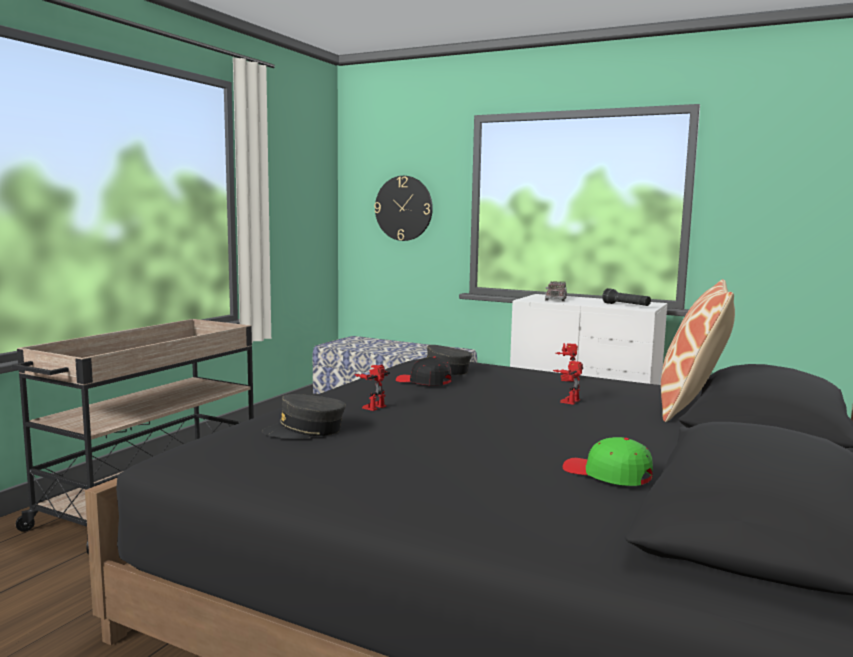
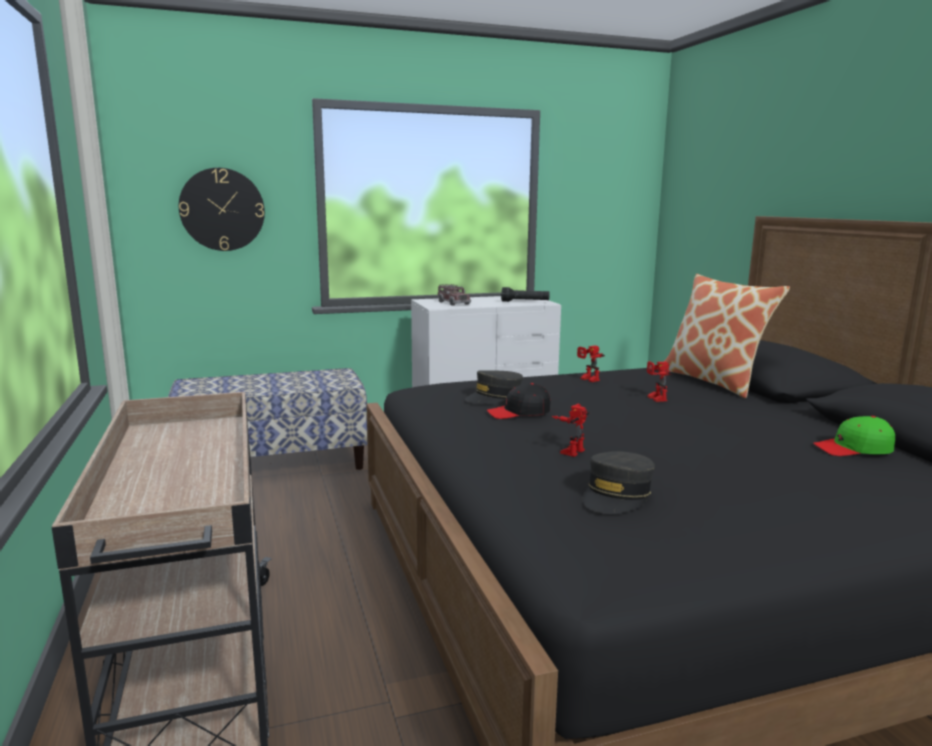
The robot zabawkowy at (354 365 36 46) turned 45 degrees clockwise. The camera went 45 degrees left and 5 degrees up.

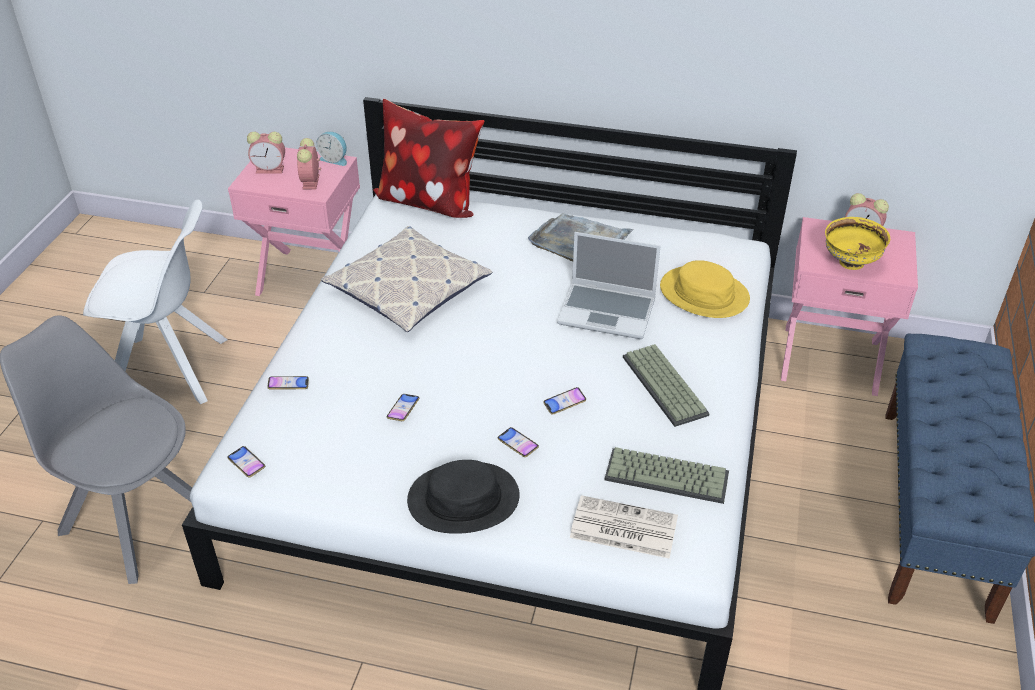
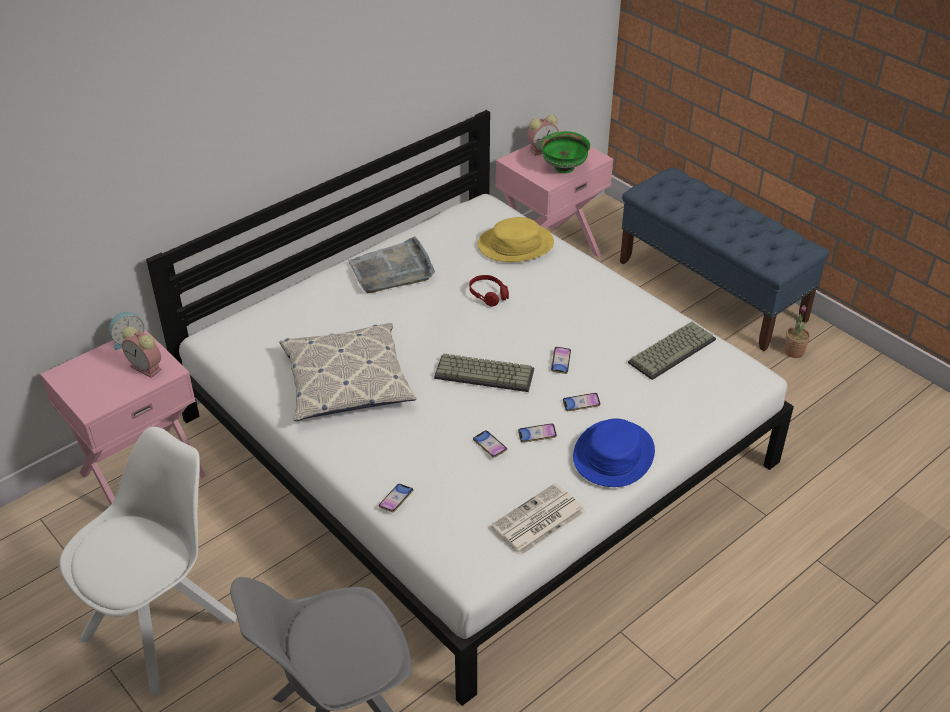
The budzik at (247 132 38 42) disappeared. The poduszka at (373 99 112 119) disappeared. The roślina doniczkowa at (785 305 25 53) appeared. The telefon moved from (228 446 37 31) to (518 423 39 20). The gazeta moved from (570 495 108 64) to (491 483 94 73). The klawiatura moved from (623 344 87 83) to (434 353 100 39). The laptop at (557 232 104 107) was replaced by the słuchawki [czerwony] at (469 275 40 32). The kapelusz [czarny] at (407 460 113 74) became the kapelusz [niebieski] at (573 418 82 69). The miska [żółty] at (825 217 65 53) became the miska [zielony] at (541 131 49 42). The camera went 55 degrees left and 0 degrees up.

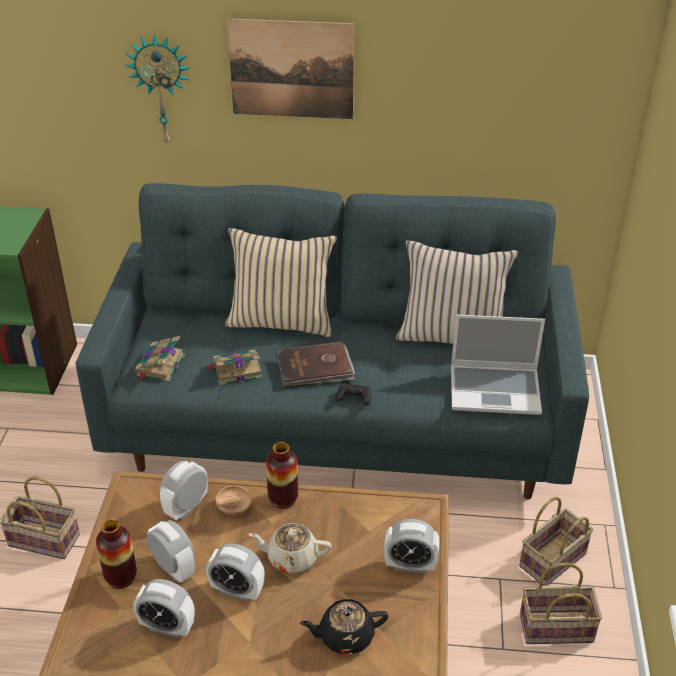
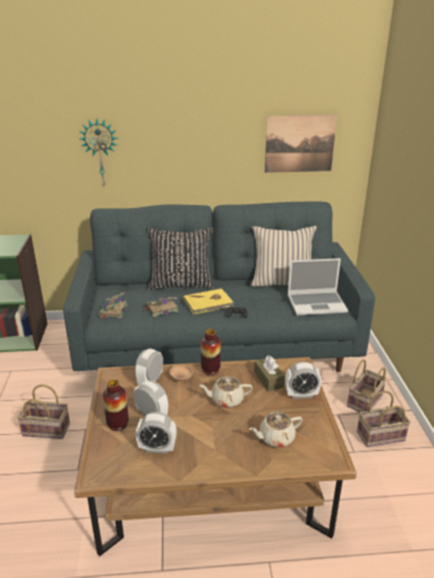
The budzik at (206 543 59 59) disappeared. The pudełko chusteczek [brązowy] at (254 355 31 36) appeared. The obraz moved from (227 19 127 100) to (265 115 72 58). The poduszka [beżowy] at (225 228 112 109) became the poduszka [czarny] at (147 227 66 63). The książka [brązowy] at (276 341 79 47) became the książka [żółty] at (184 288 50 26). The imbryk [czarny] at (300 599 88 55) became the imbryk [beżowy] at (249 412 53 35). The camera went 10 degrees left and 10 degrees down.

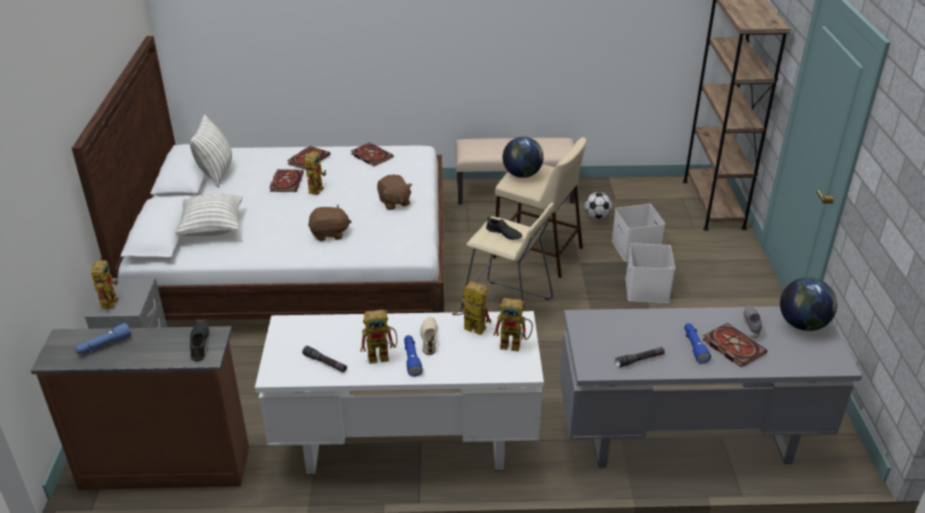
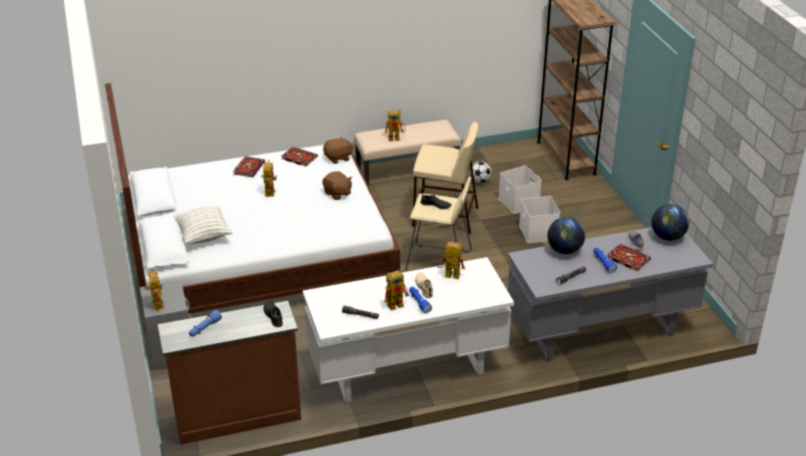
The poduszka at (190 114 42 74) disappeared. The książka at (269 169 35 23) disappeared. The pluszak [brązowy] moved from (308 204 44 37) to (323 136 30 28). The robot zabawkowy moved from (494 298 39 53) to (385 110 20 31). The globus moved from (503 137 41 41) to (547 217 38 37). The camera went 15 degrees left and 0 degrees up.

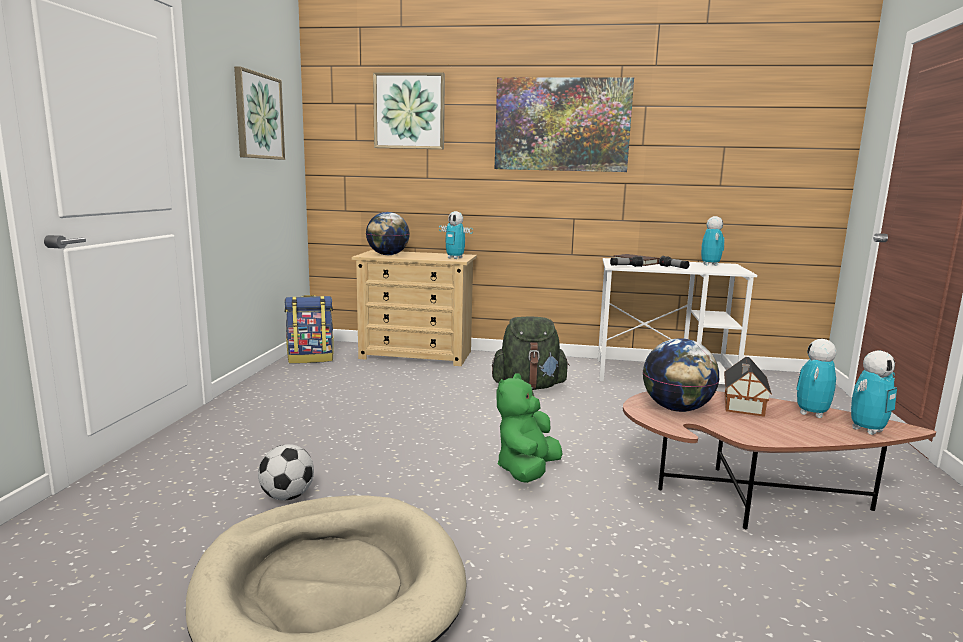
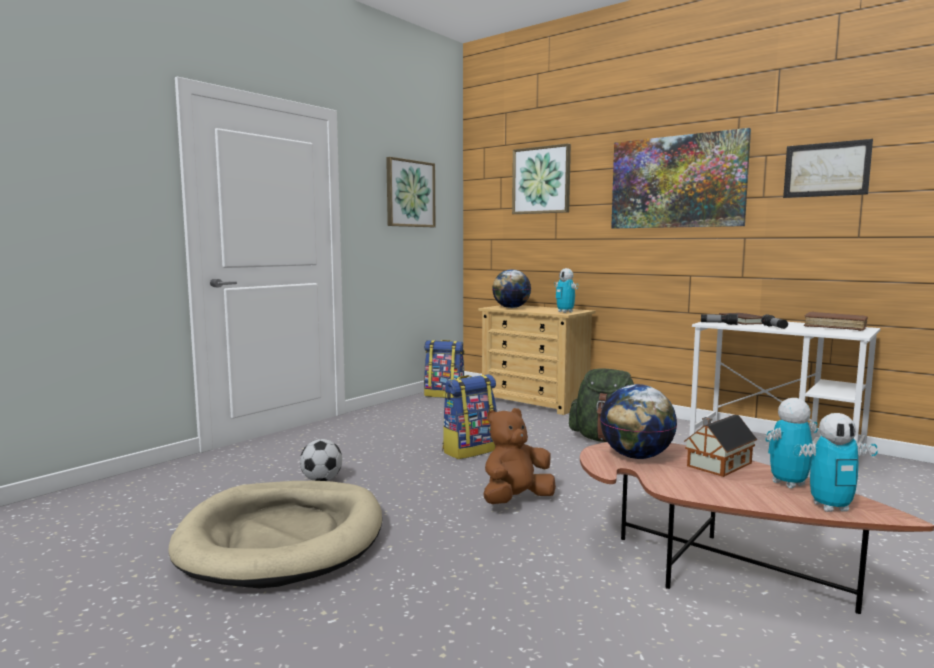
The plecak at (442 374 55 85) appeared. The obraz at (783 139 90 59) appeared. The robot zabawkowy at (701 216 24 50) was replaced by the książka [brązowy] at (804 312 64 19). The pluszak [zielony] at (496 373 66 110) became the pluszak [brązowy] at (483 408 73 96). The camera went 30 degrees right and 5 degrees down.

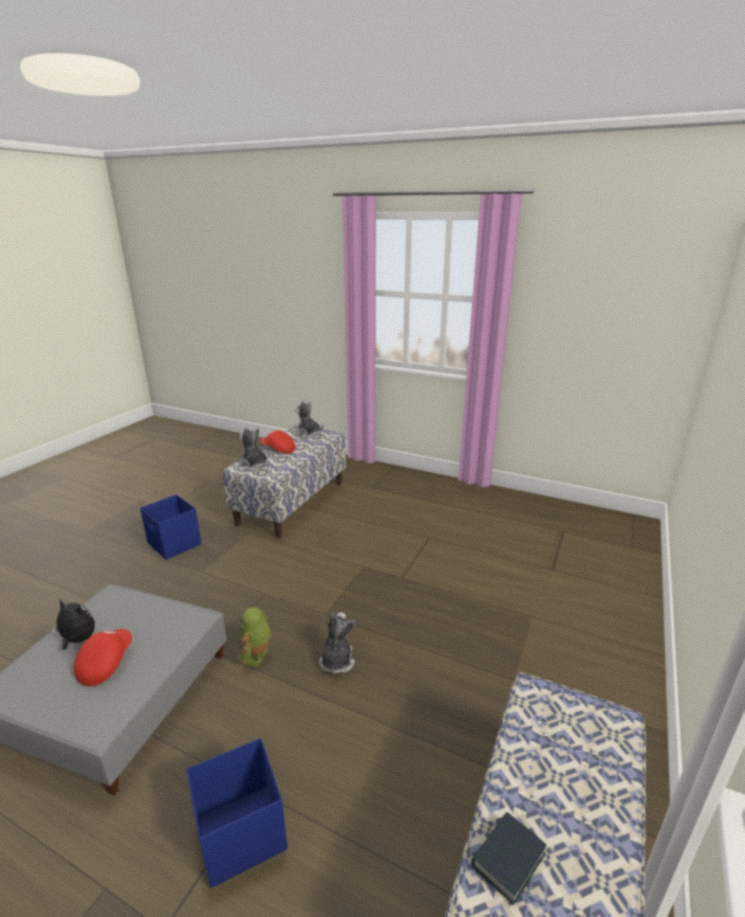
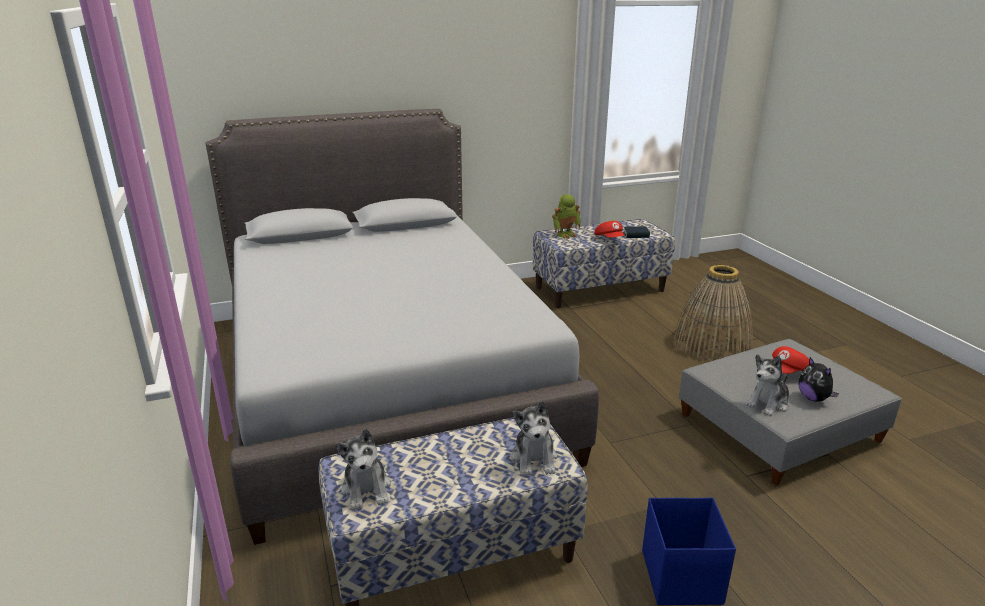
The łóżko [szary] at (205 109 394 436) appeared. The robot zabawkowy moved from (239 607 32 60) to (552 194 29 45). The czapka z daszkiem [czerwony] moved from (261 430 34 24) to (594 221 31 17). The pluszak moved from (319 612 36 62) to (746 354 43 62). The pojemnik do przechowywania [niebieski] at (186 738 102 150) was replaced by the koszyk at (674 265 79 96). The camera went 135 degrees left and 0 degrees up.

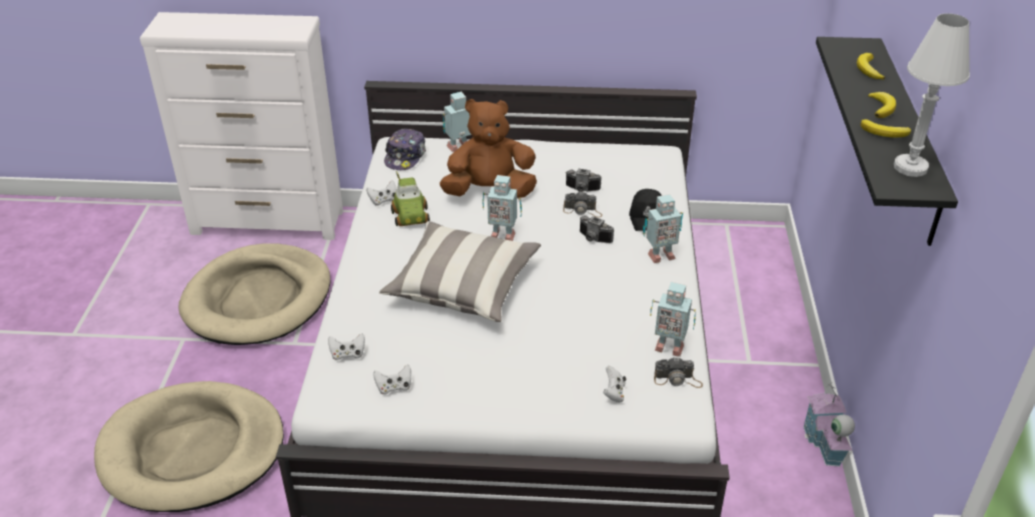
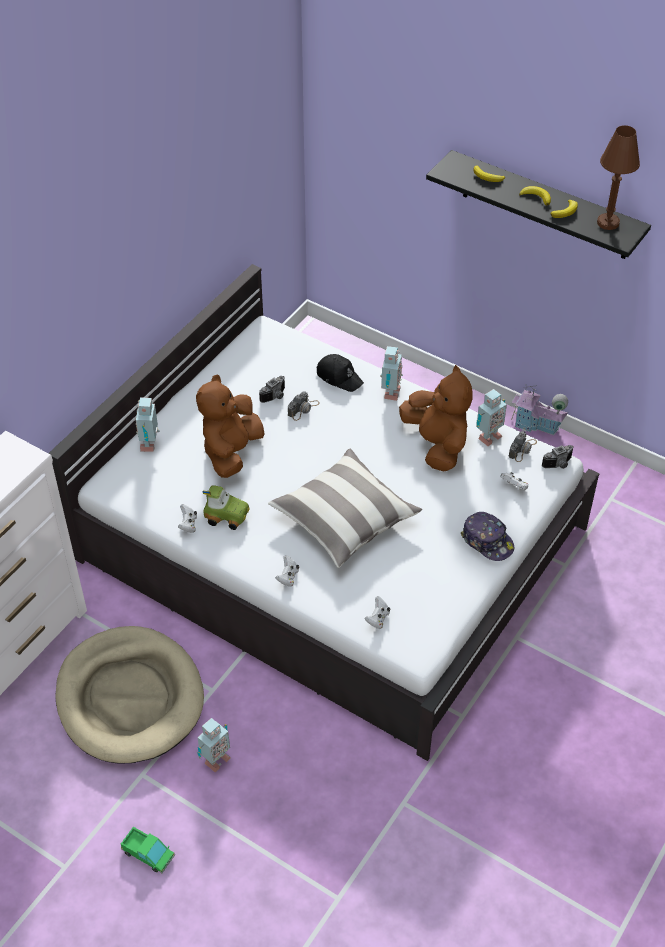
The legowisko [beżowy] at (94 381 190 131) disappeared. The ciężarówka zabawkowa at (121 827 54 46) appeared. The pluszak [brązowy] at (399 365 73 106) appeared. The pad do gier [biały] moved from (373 365 38 30) to (276 555 23 32). The czapka z daszkiem moved from (384 129 42 41) to (460 512 54 49). The robot zabawkowy moved from (482 175 40 66) to (197 718 34 54). The aparat fotograficzny moved from (580 216 34 27) to (542 445 32 24). The lampa stołowa [biały] at (894 13 76 164) became the lampa stołowa [brązowy] at (597 125 43 105). The camera went 60 degrees left and 10 degrees up.

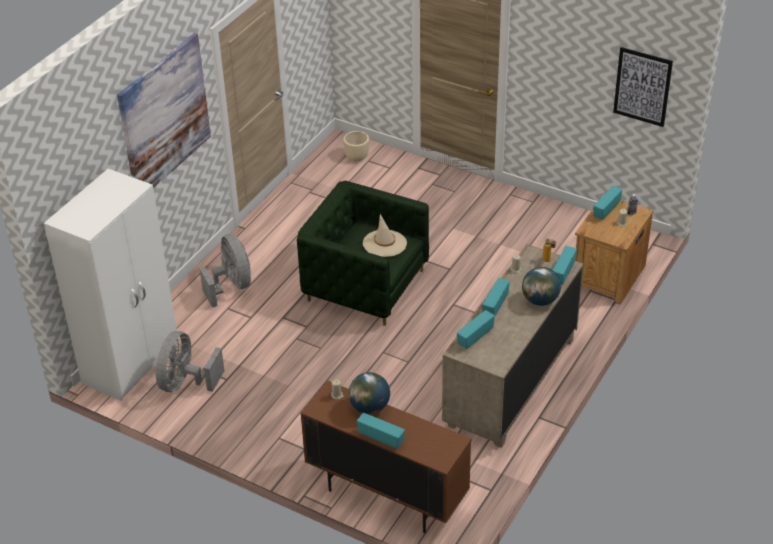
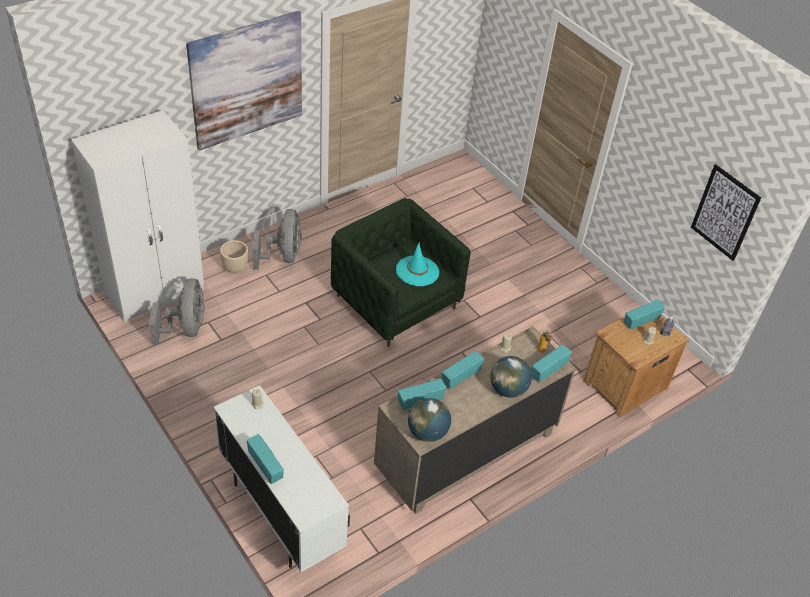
The donica [beżowy] moved from (343 131 26 31) to (220 240 28 33). The globus moved from (348 372 42 42) to (408 398 43 44). The szafka [brązowy] at (300 380 171 153) became the szafka [biały] at (214 385 136 187). The kapelusz [beżowy] at (363 214 44 43) became the kapelusz [turkusowy] at (396 243 43 43). The wentylator [szary] at (156 331 69 61) turned 135 degrees clockwise. The camera went 20 degrees right and 5 degrees up.

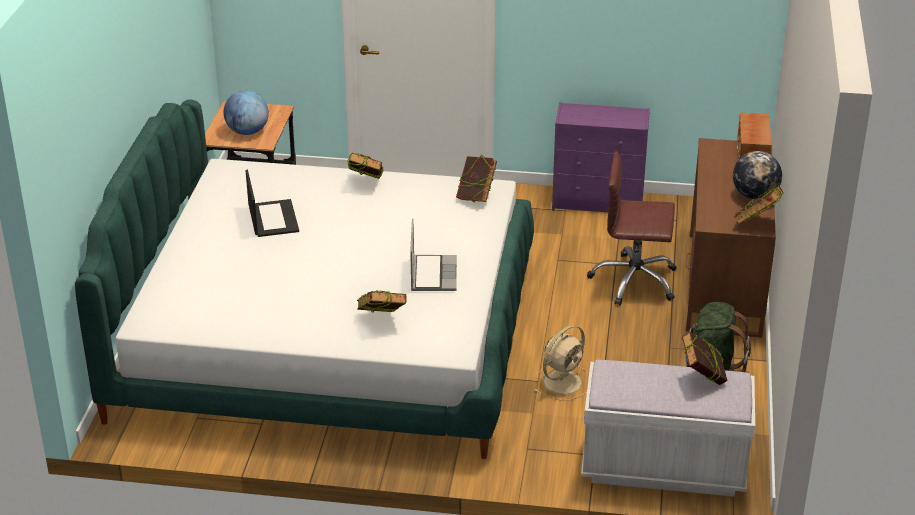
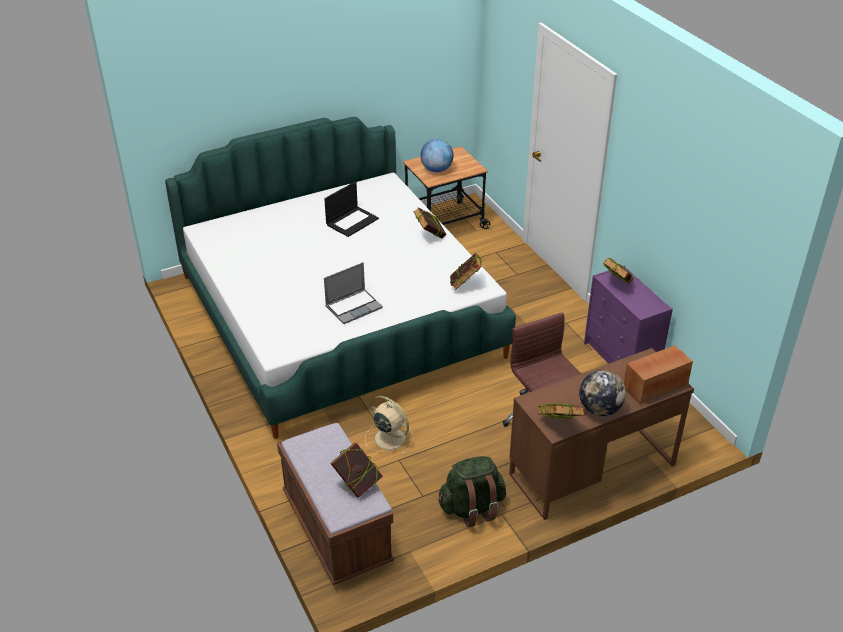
The książka moved from (357 290 50 23) to (604 257 29 26). The ławka [biały] at (581 360 174 136) became the ławka [brązowy] at (277 422 117 163). The wentylator [beżowy] at (534 325 55 75) turned 150 degrees counterclockwise. The camera went 55 degrees right and 5 degrees up.

